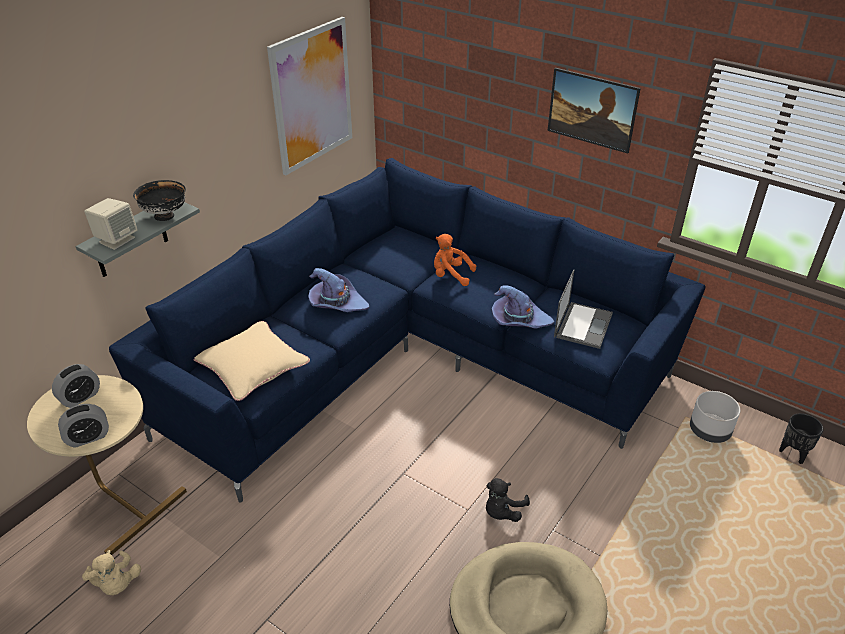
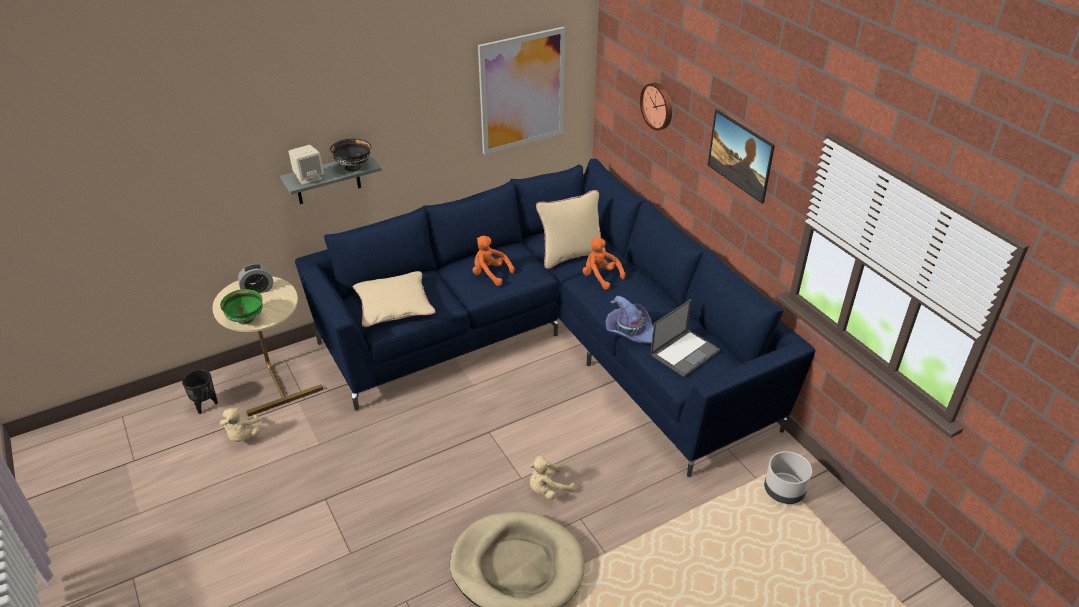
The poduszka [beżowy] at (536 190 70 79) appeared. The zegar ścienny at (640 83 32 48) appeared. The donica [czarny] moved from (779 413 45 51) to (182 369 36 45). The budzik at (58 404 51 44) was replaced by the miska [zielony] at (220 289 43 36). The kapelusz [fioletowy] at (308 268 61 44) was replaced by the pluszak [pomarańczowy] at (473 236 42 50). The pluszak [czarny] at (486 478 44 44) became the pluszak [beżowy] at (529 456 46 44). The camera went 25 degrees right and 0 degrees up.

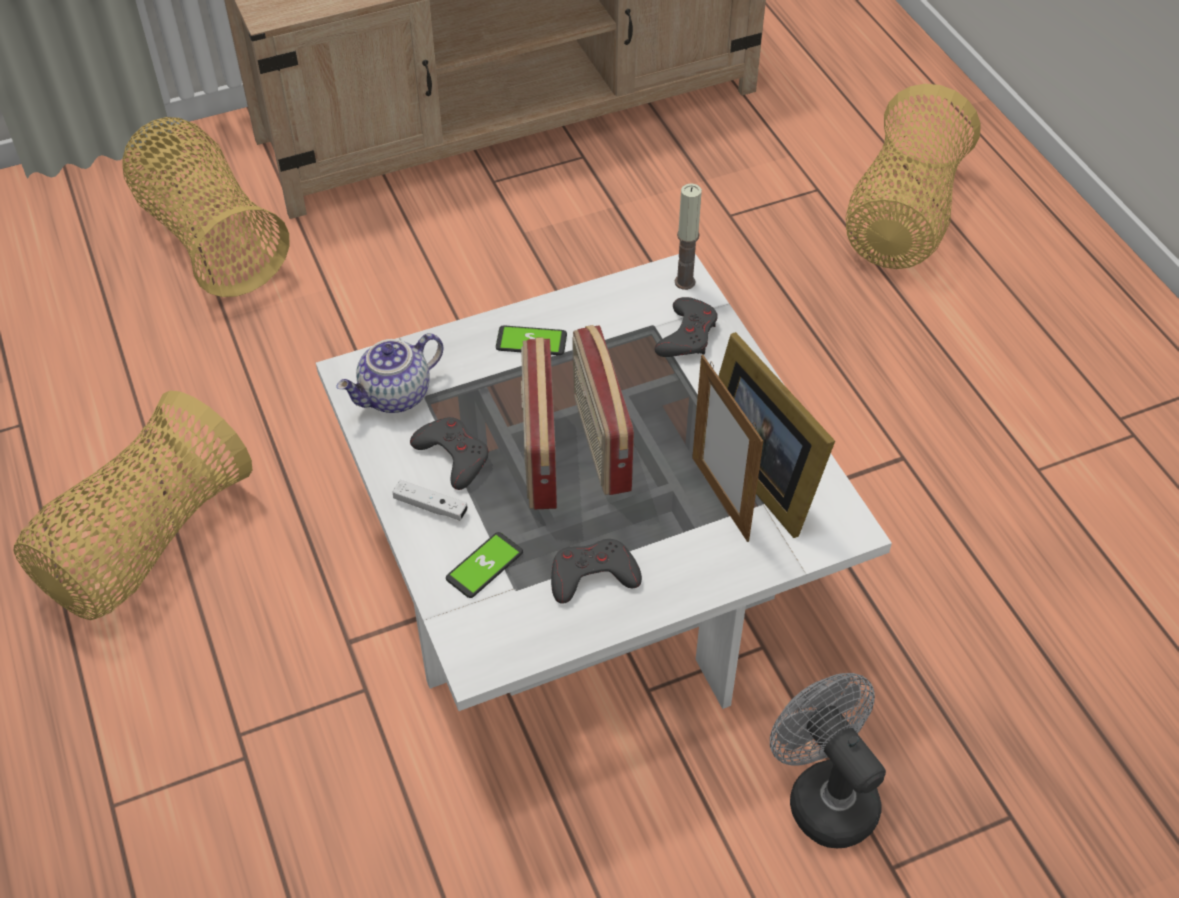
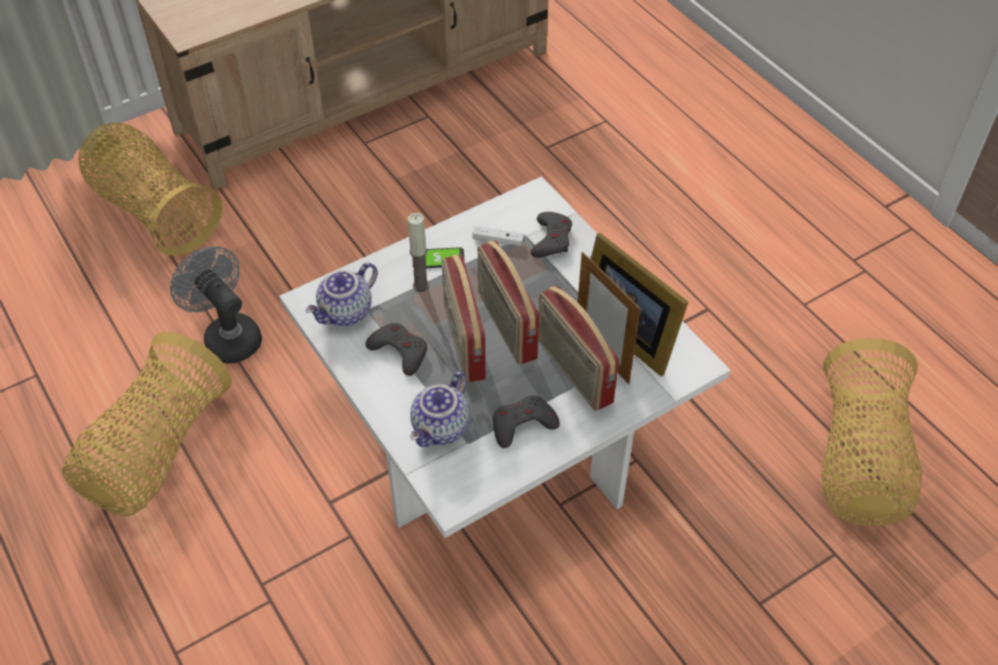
The radio at (538 286 81 125) appeared. The pad do gier [biały] moved from (392 480 76 41) to (472 226 52 20). The świeca moved from (675 183 27 107) to (408 213 21 79). The wentylator [szary] moved from (770 673 116 175) to (170 246 92 118). The koszyk moved from (846 84 135 185) to (821 338 101 188). The telefon at (446 532 77 66) was replaced by the imbryk at (410 371 60 76). The camera went 10 degrees left and 0 degrees up.

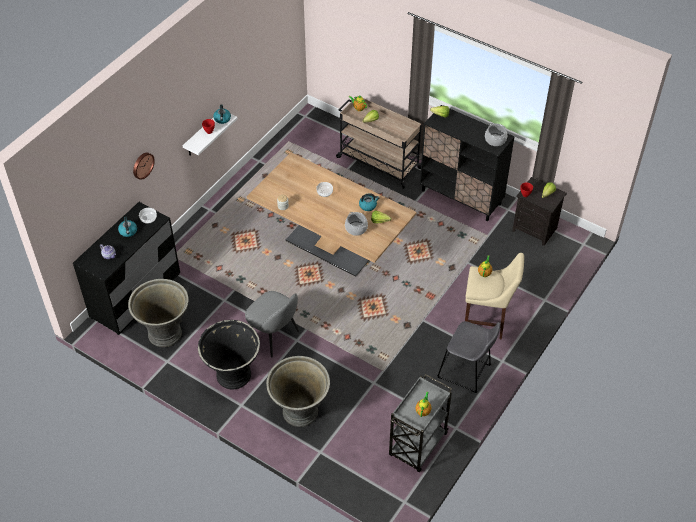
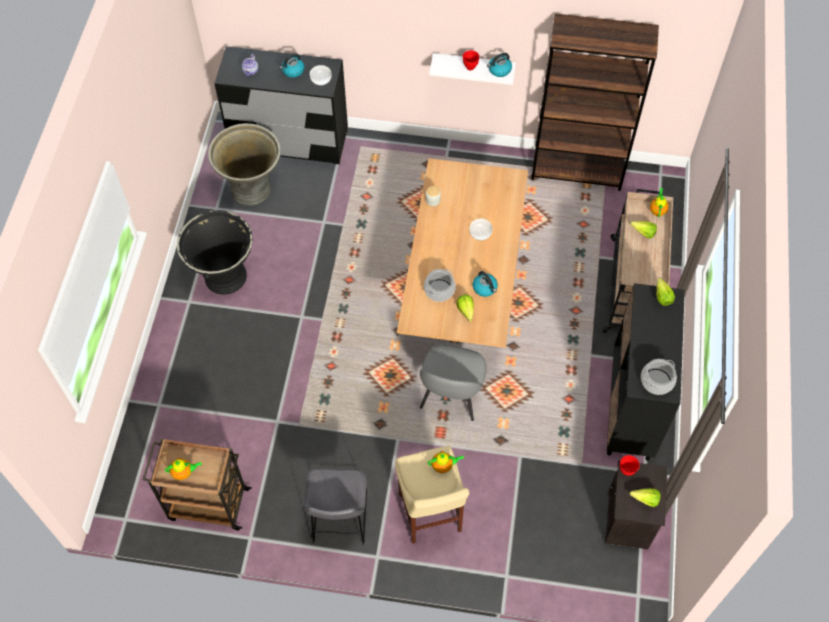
The zegar ścienny at (133 153 22 27) disappeared. The donica [szary] at (266 356 64 71) disappeared. The regał [brązowy] at (531 14 128 177) appeared. The krzesło [szary] moved from (245 291 55 67) to (420 344 66 77). The wózek [szary] at (389 374 63 98) became the wózek [brązowy] at (143 438 109 93). The camera went 65 degrees right and 10 degrees up.

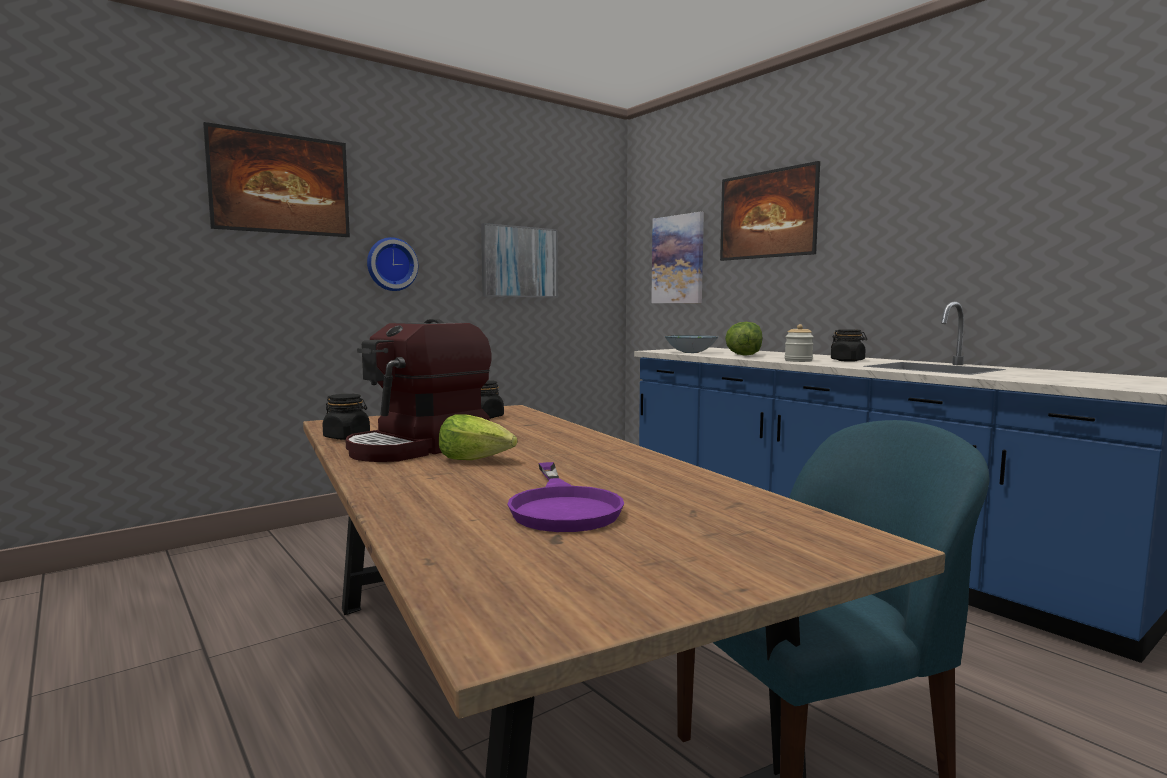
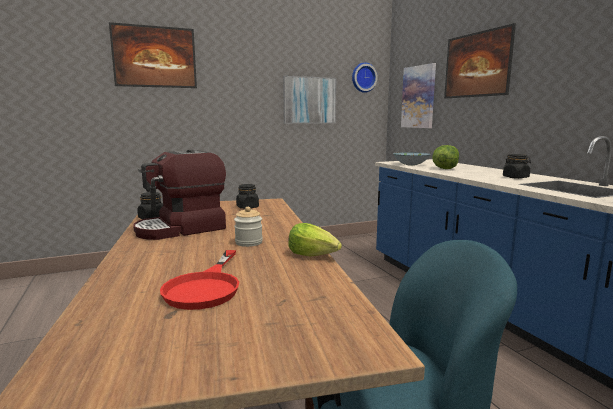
The zegar ścienny moved from (367 237 51 54) to (352 62 26 31). The sałata moved from (439 414 78 46) to (288 223 54 33). The słoik moved from (785 324 29 38) to (234 207 29 40). The patelnia [fioletowy] at (507 462 117 70) became the patelnia [czerwony] at (160 250 79 60). The camera went 15 degrees right and 5 degrees up.

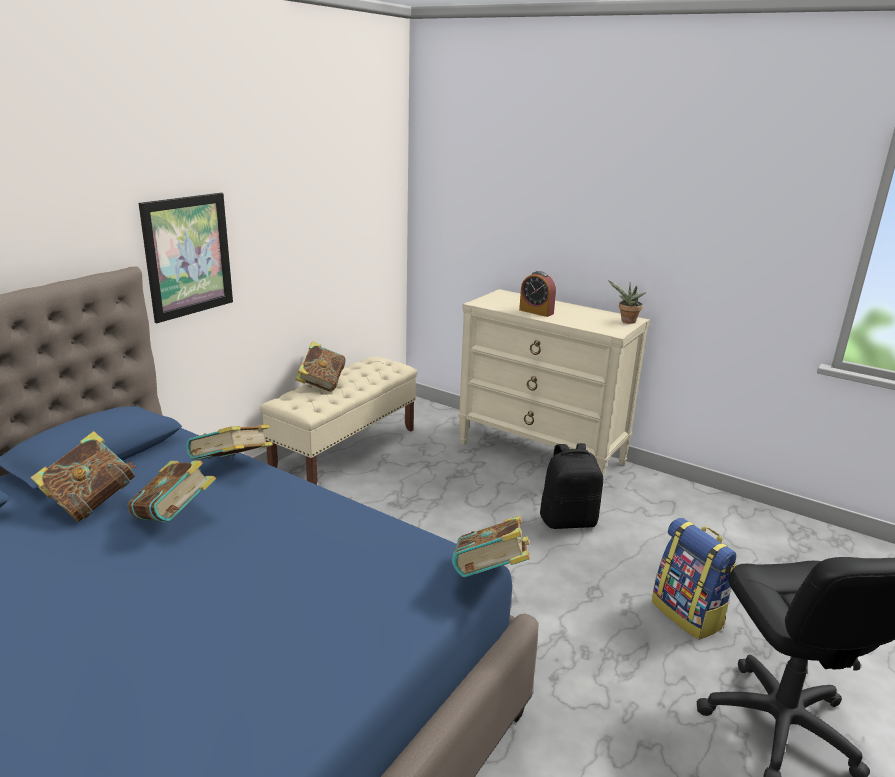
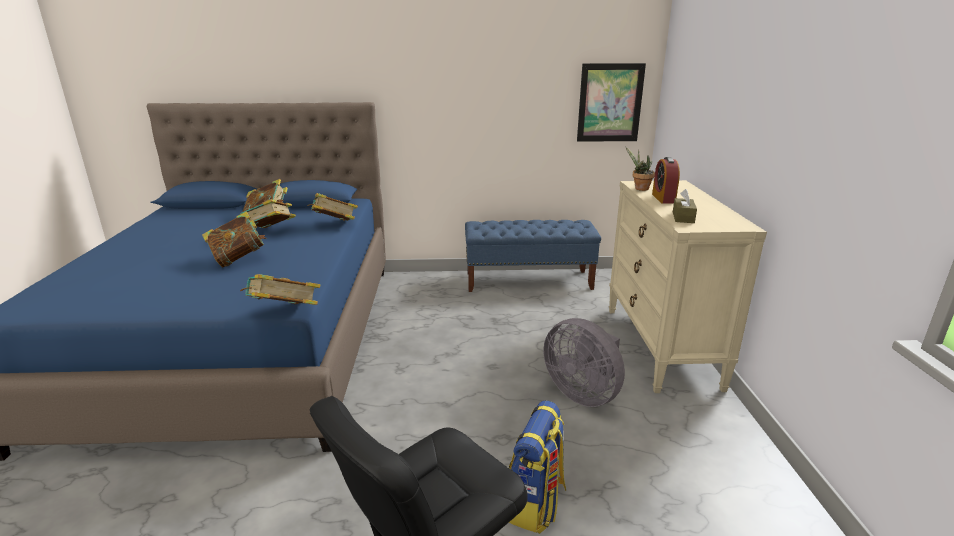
The pudełko chusteczek [brązowy] at (673 189 24 34) appeared. The obraz moved from (139 193 94 130) to (577 63 69 79). The książka moved from (295 341 50 51) to (202 211 65 57). The roślina doniczkowa moved from (608 280 38 44) to (626 147 29 44). The plecak [czarny] at (540 443 63 86) was replaced by the wentylator [szary] at (543 318 82 89). The ławka [beżowy] at (260 356 158 129) became the ławka [niebieski] at (465 220 136 72). The camera went 55 degrees right and 0 degrees up.

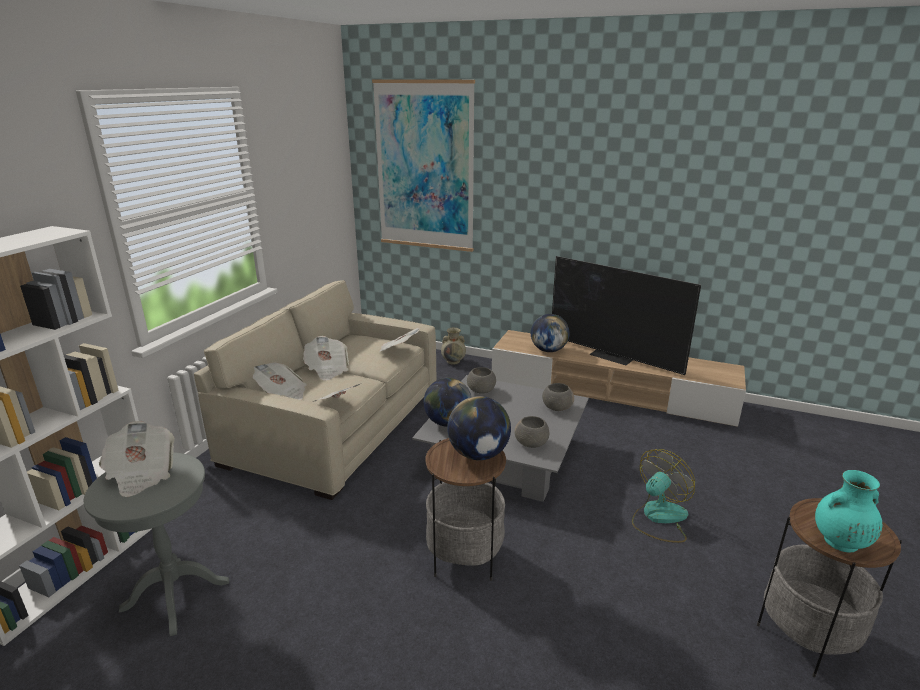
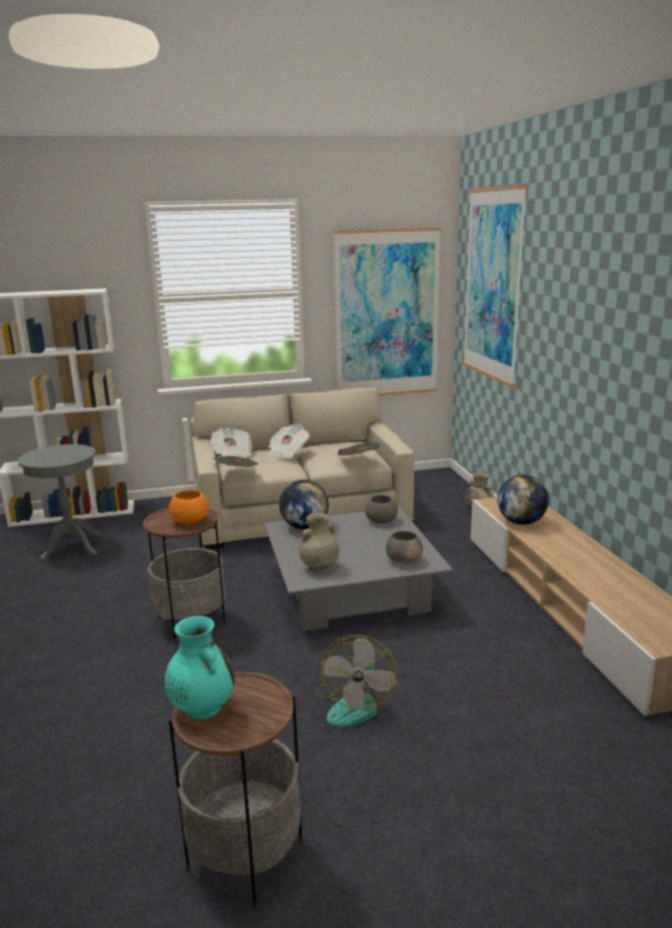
The gazeta at (99 421 76 76) disappeared. The telewizor at (552 256 149 119) disappeared. The obraz at (333 227 108 169) appeared. The globus at (447 396 64 64) was replaced by the miska [pomarańczowy] at (169 490 40 34). The miska [szary] at (514 416 35 32) was replaced by the wazon [beżowy] at (299 513 40 60). The wentylator at (632 449 63 94) turned 90 degrees clockwise. The camera went 55 degrees right and 5 degrees down.

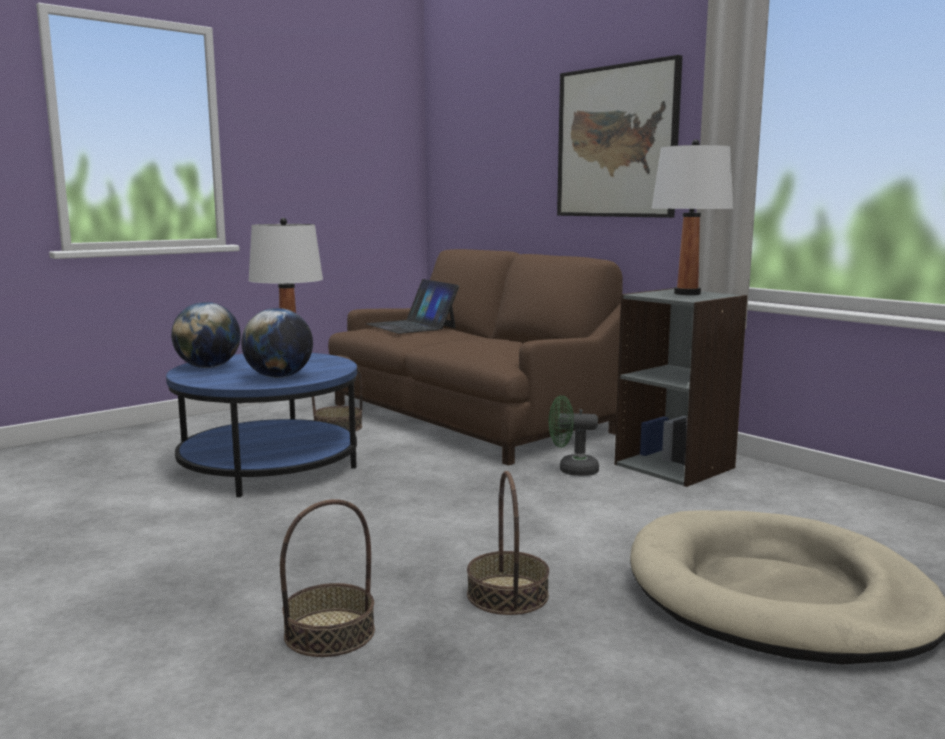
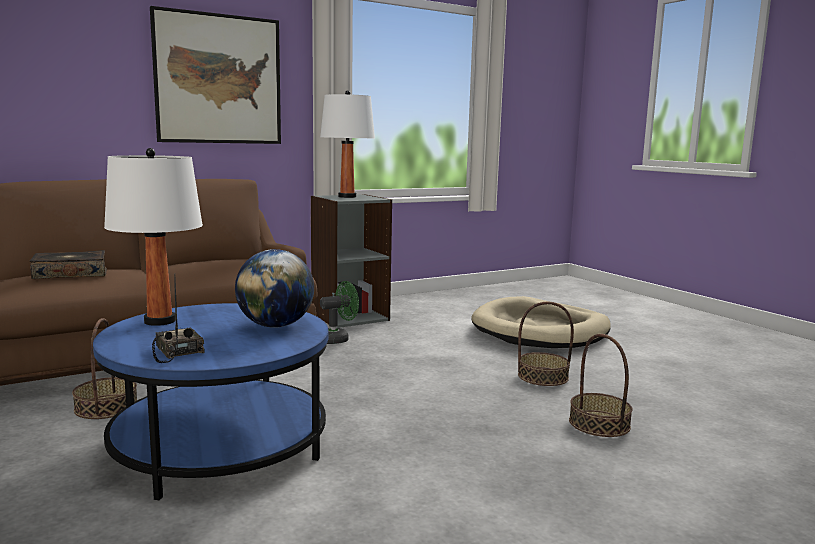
The globus at (171 302 70 66) was replaced by the radio at (152 274 53 89). The laptop at (366 279 93 55) was replaced by the książka at (30 250 77 29). The wentylator [zielony] at (549 395 50 81) turned 135 degrees counterclockwise. The camera went 80 degrees left and 0 degrees up.

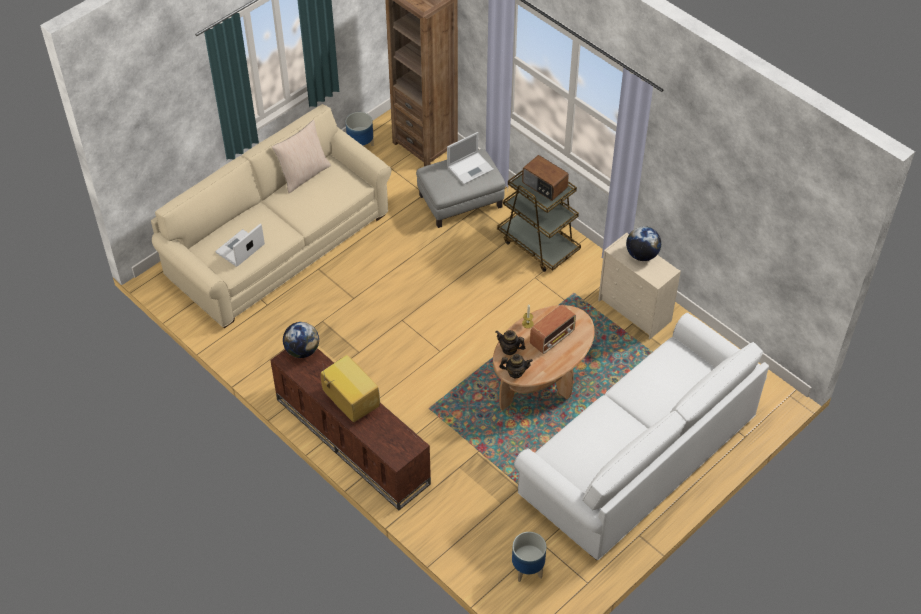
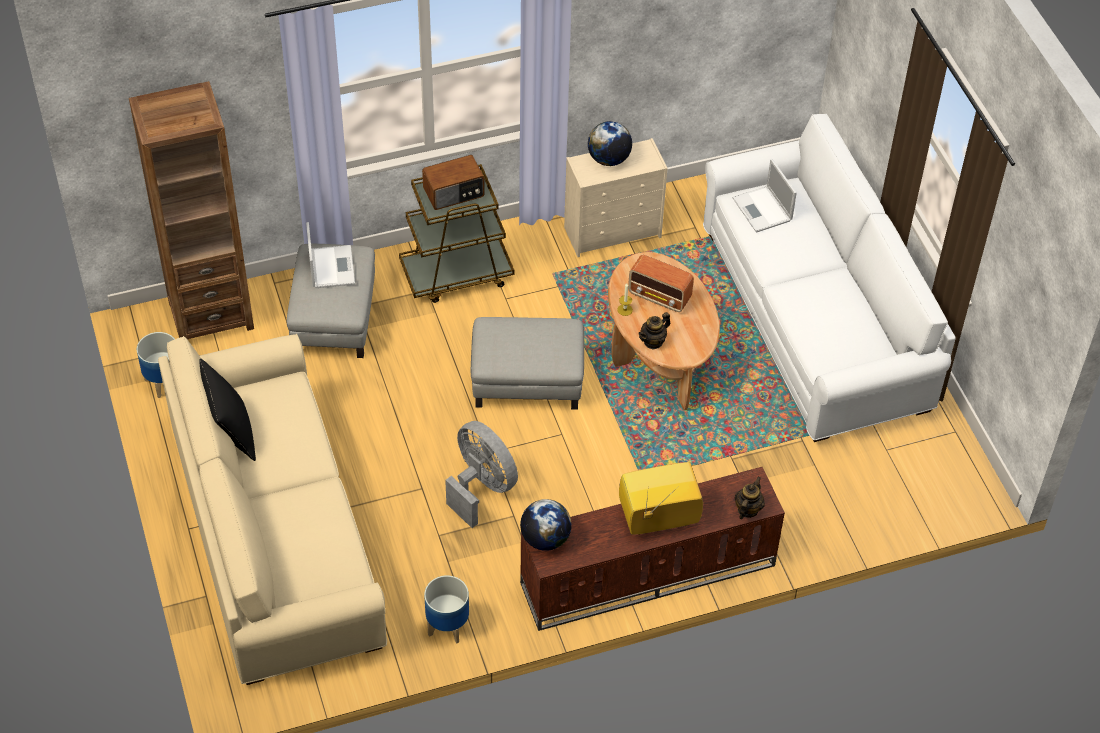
The wentylator [szary] at (445 421 73 107) appeared. The pufa [szary] at (471 317 113 93) appeared. The laptop moved from (215 223 50 44) to (732 159 65 74). The imbryk moved from (499 354 34 24) to (735 477 30 42). The donica moved from (512 532 34 50) to (424 575 45 69). The poduszka [beżowy] at (272 120 59 73) became the poduszka [czarny] at (200 358 56 103). The radio at (530 305 46 49) turned 135 degrees clockwise. The camera went 65 degrees left and 0 degrees up.

